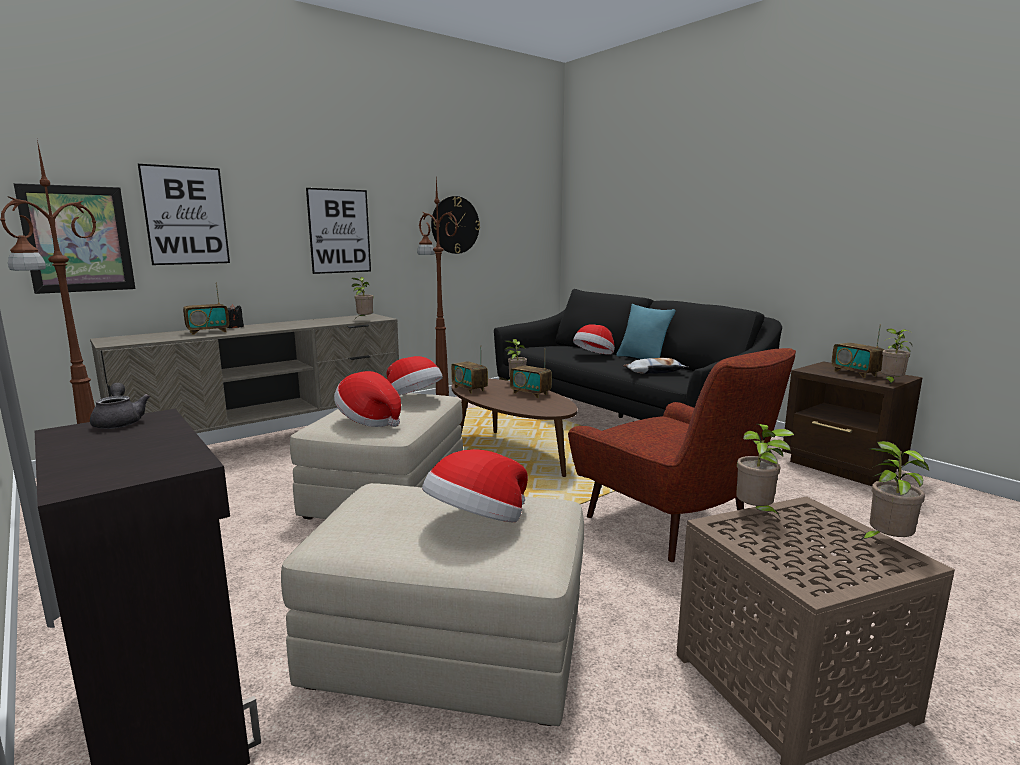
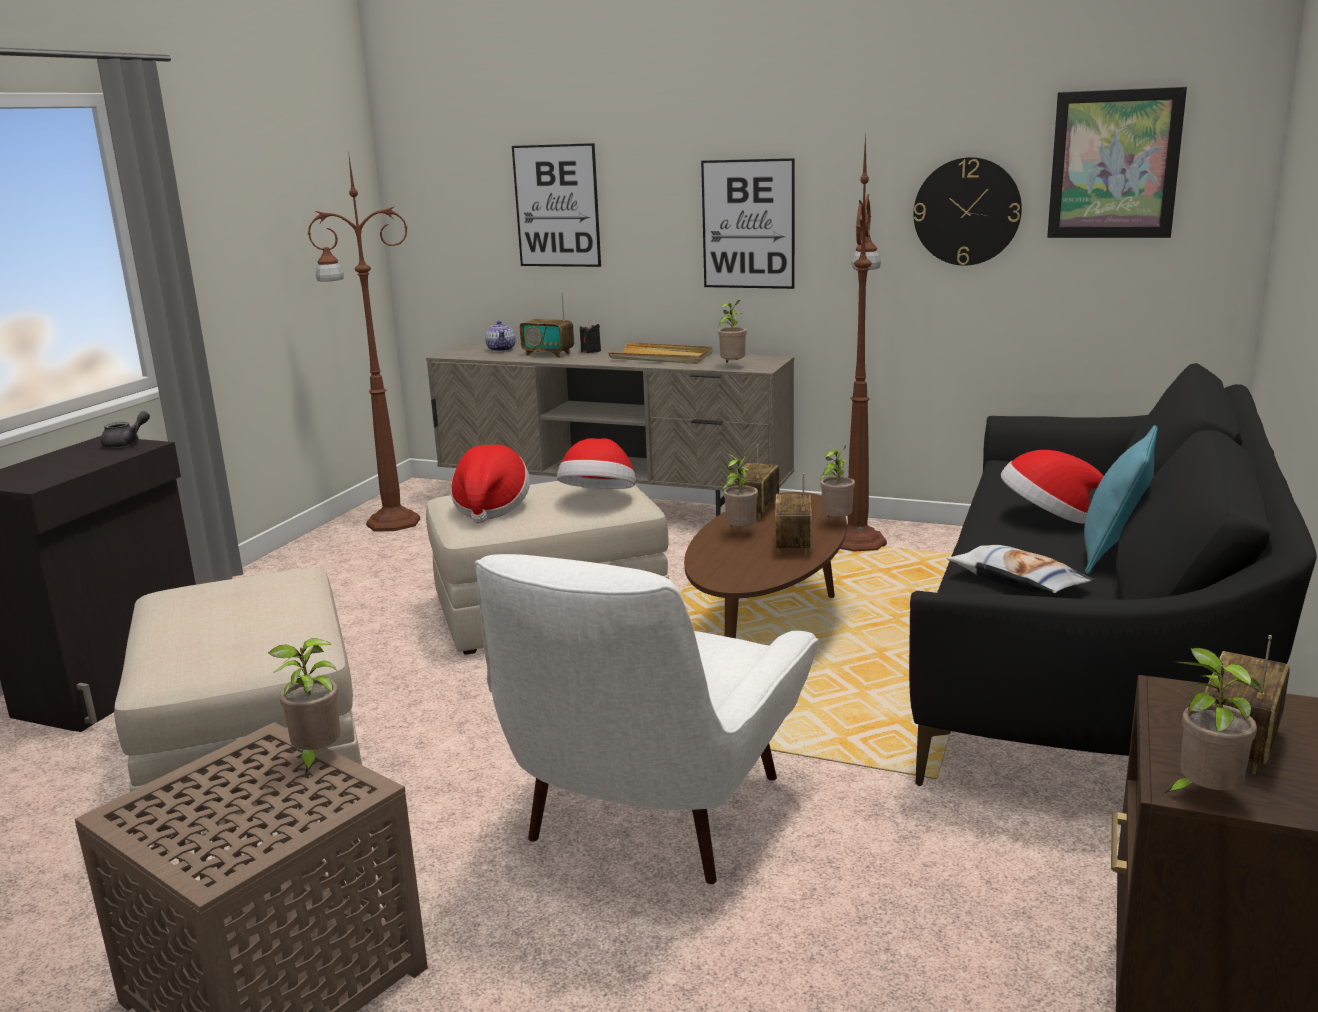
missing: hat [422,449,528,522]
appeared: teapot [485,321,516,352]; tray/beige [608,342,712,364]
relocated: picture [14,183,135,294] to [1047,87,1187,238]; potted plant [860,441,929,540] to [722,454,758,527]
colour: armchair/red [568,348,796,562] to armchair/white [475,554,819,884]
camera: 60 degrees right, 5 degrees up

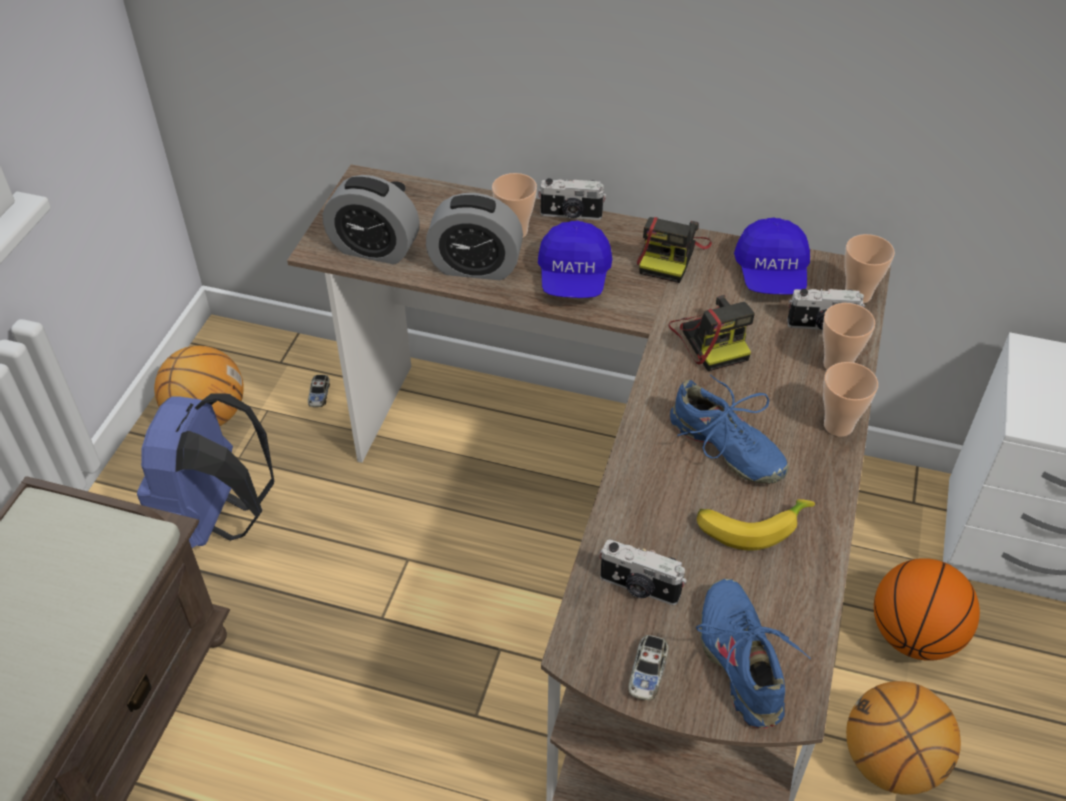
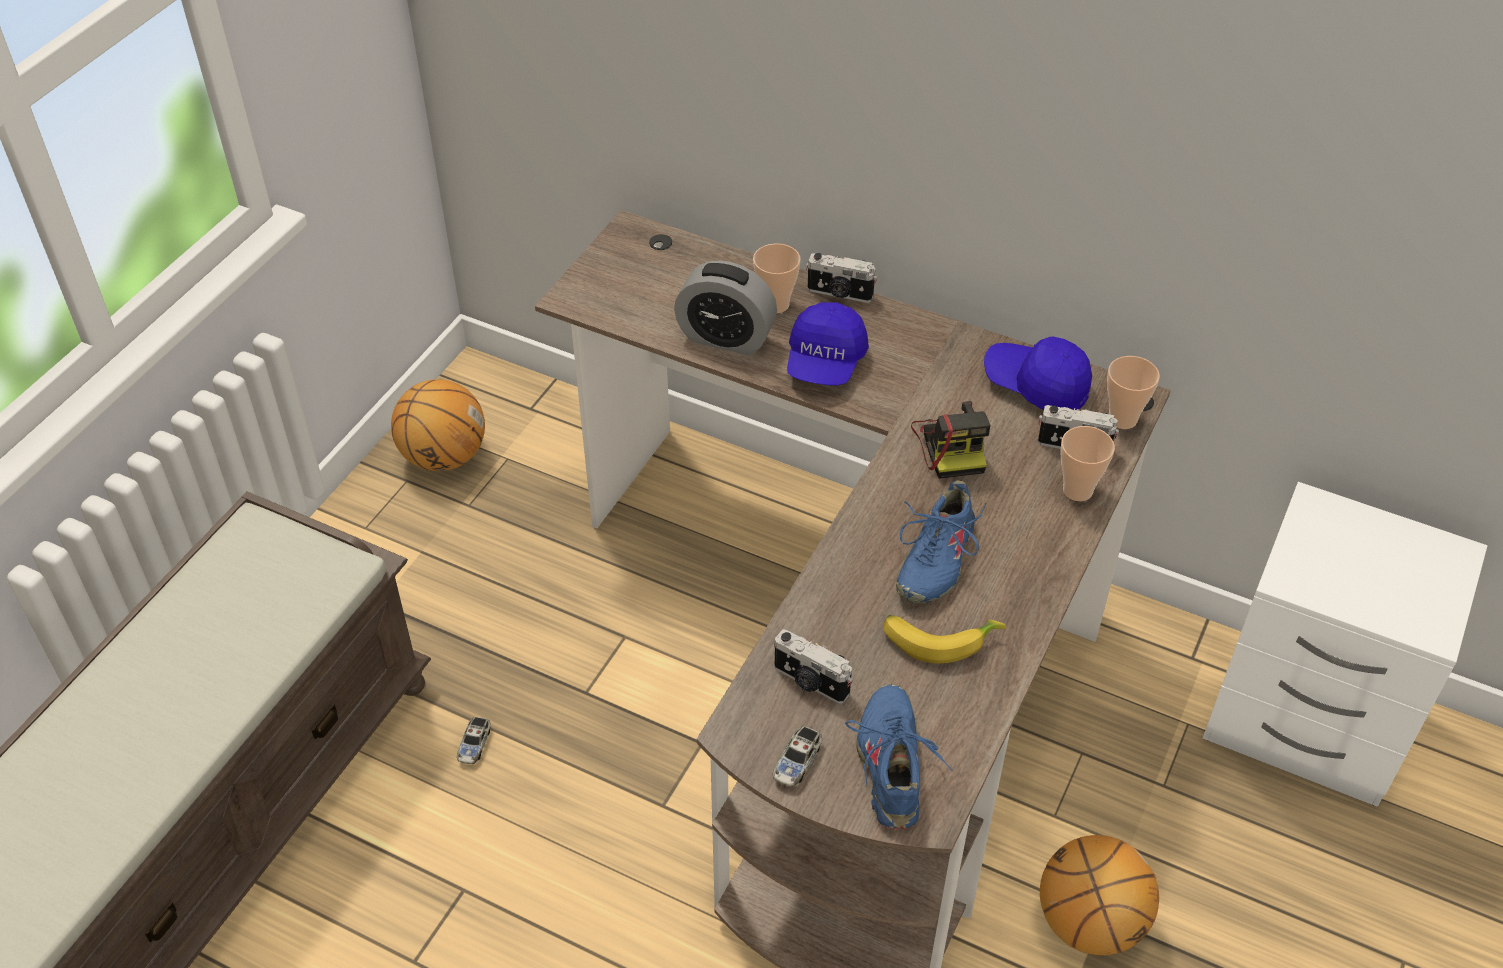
missing: backpack/blue [137,394,274,548]; alarm clock [323,175,420,264]; photo camera [637,217,712,283]; cup [823,362,878,437]; basketball [874,558,980,661]
relocated: toy car [308,375,330,407] to [457,717,491,764]
spun: shoe/blue [670,374,789,484] = [896,480,987,603] 60 degrees clockwise; cap/blue [734,217,810,295] = [984,336,1092,410] 105 degrees clockwise
camera: 10 degrees right, 0 degrees up

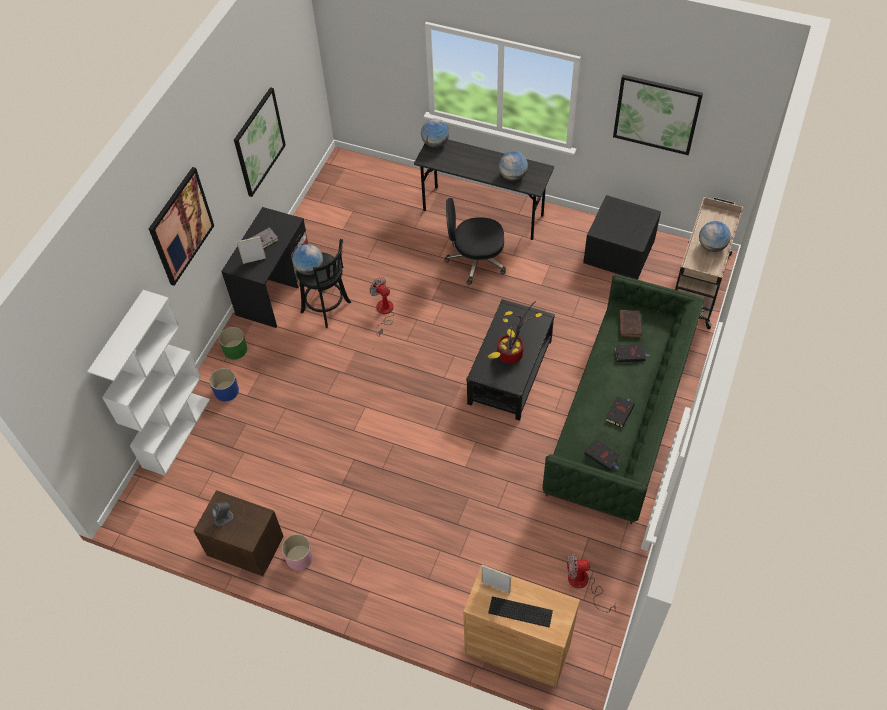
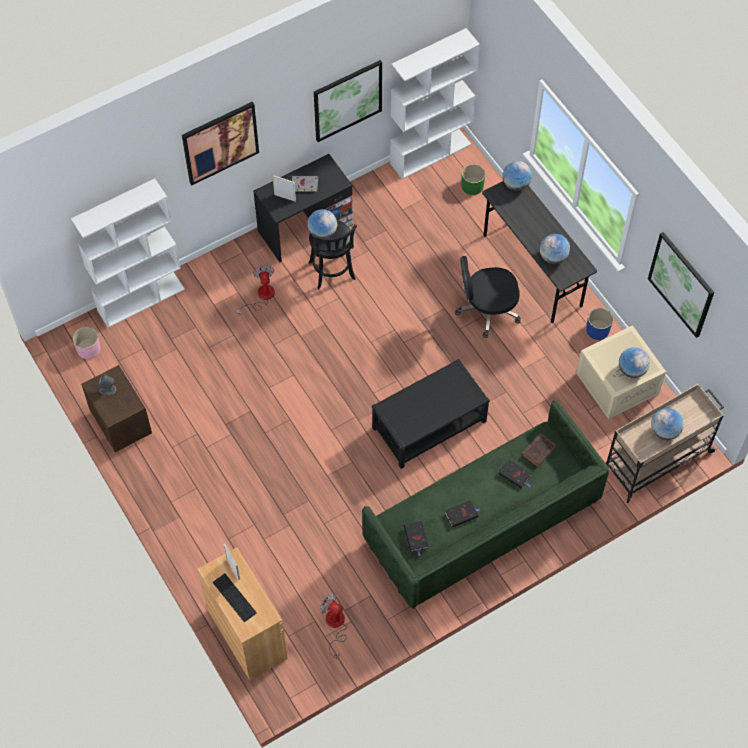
missing: potted plant [488,301,542,364]
appeared: bookcase/white [390,28,480,179]; globe [619,347,650,378]
relocated: planter/blue [209,368,239,401] to [586,308,613,340]; planter/green [219,327,247,360] to [461,164,485,195]; planter/pink [282,534,313,570] to [73,327,100,359]; fan [369,277,394,337] to [236,265,275,314]
colour: storage box/black [583,195,661,280] to storage box/beige [576,325,666,419]
spun: office chair/black [444,198,506,285] = [455,256,521,338] 45 degrees counterclockwise
camera: 35 degrees right, 5 degrees up

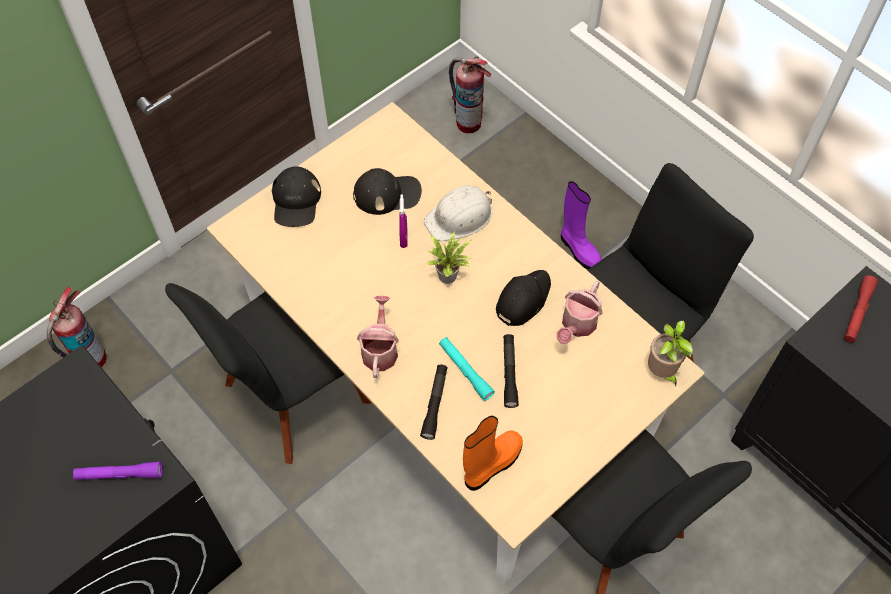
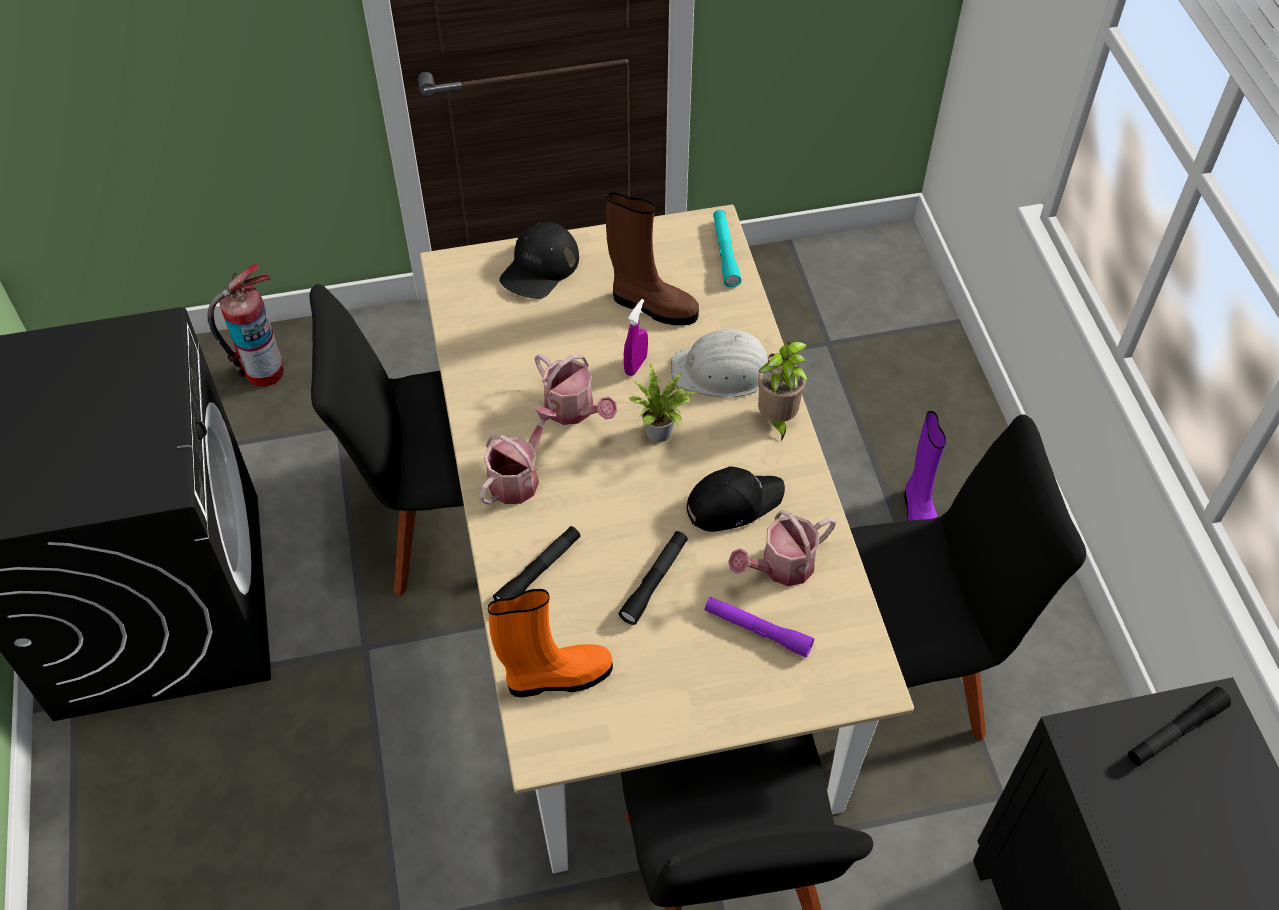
missing: fire extinguisher [449,56,492,133]
appeared: watering can [535,354,617,425]
relocated: flashlight/purple [73,462,162,480] to [705,597,814,657]; flashlight/turquoise [439,337,495,401] to [713,210,741,287]; potted plant [648,320,693,386] to [758,342,808,441]
exchanged: cap/black [353,168,422,215] to boot/brown [606,192,699,325]
colour: flashlight/red [844,276,878,343] to flashlight/black [1128,687,1232,766]
camera: 30 degrees right, 5 degrees down

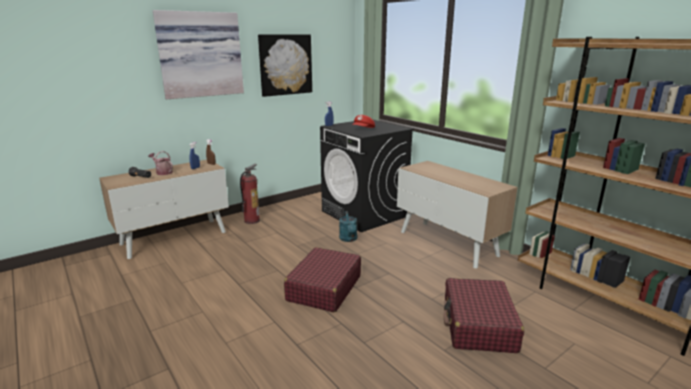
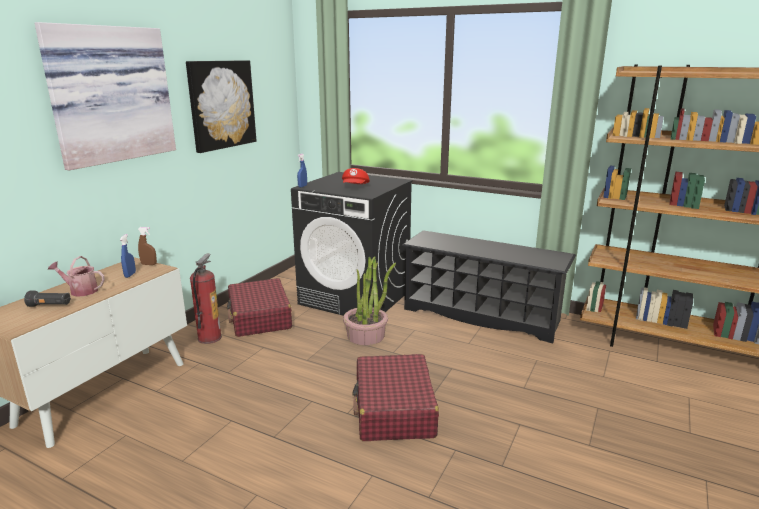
relocated: suitcase/red [444,278,524,353] to [227,278,292,337]
exchanged: watering can/turquoise [339,211,357,242] to potted plant [343,256,396,345]; cabinet [397,161,518,269] to shoe rack/black [401,230,576,343]
camera: 25 degrees left, 0 degrees up

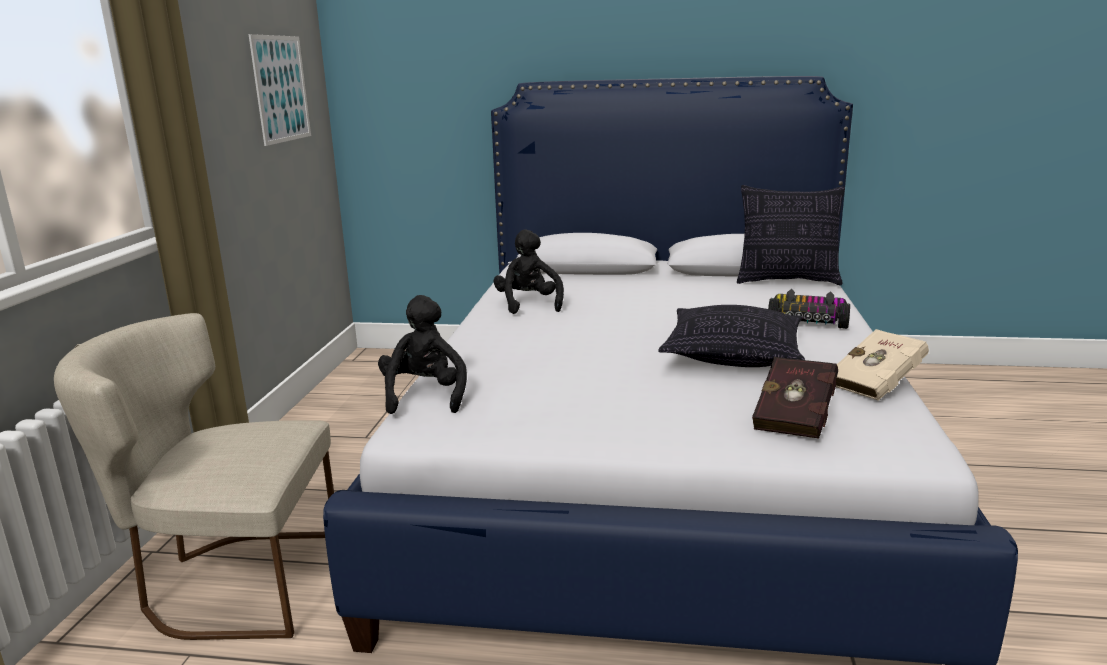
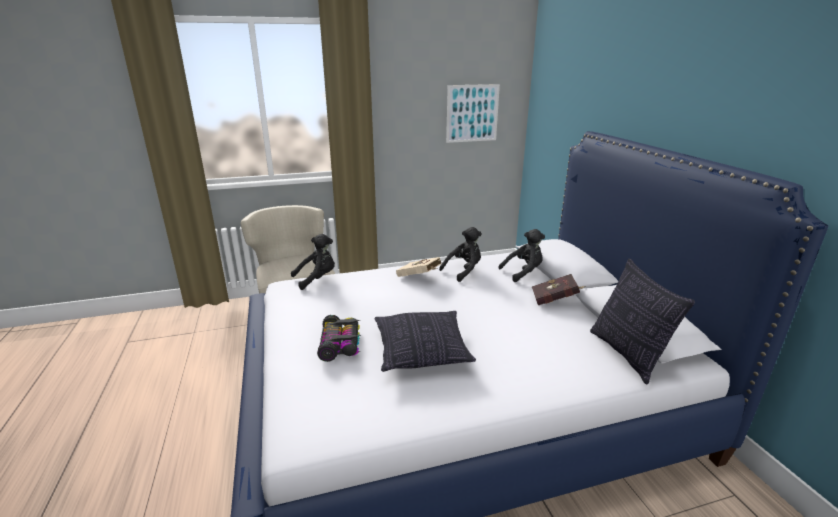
appeared: plush toy/black [498,229,545,282]
relocated: book/red [752,357,838,439] to [532,274,586,305]; toy car [768,289,850,329] to [317,315,361,362]; book/beige [836,329,929,401] to [396,257,442,277]
camera: 65 degrees right, 5 degrees up

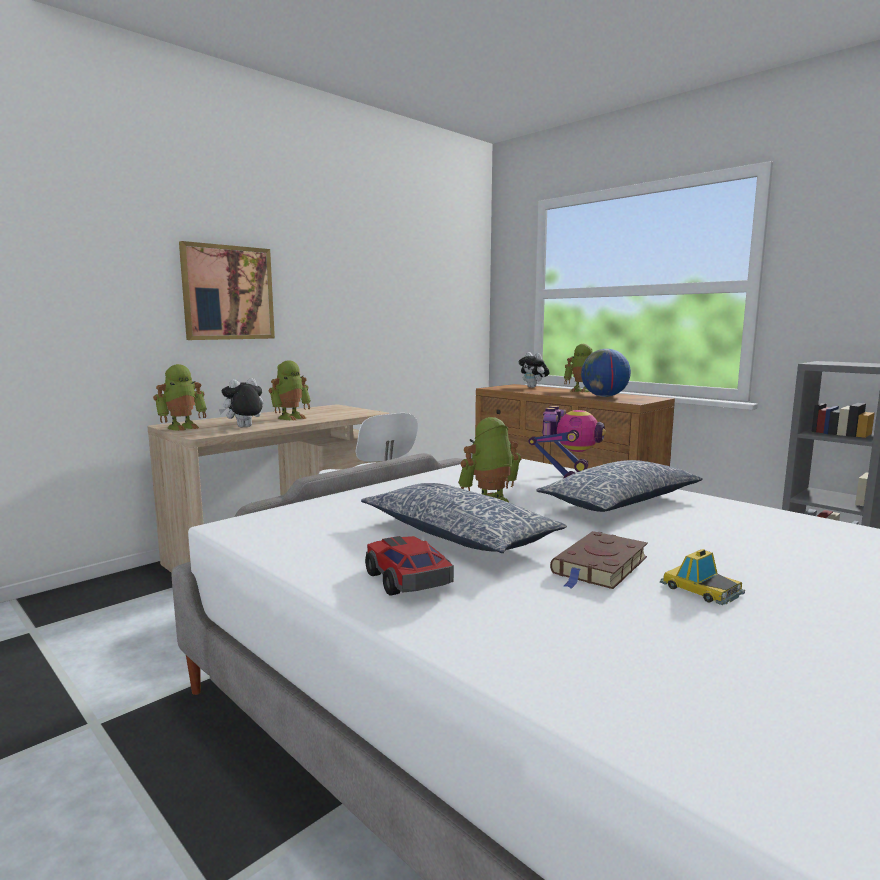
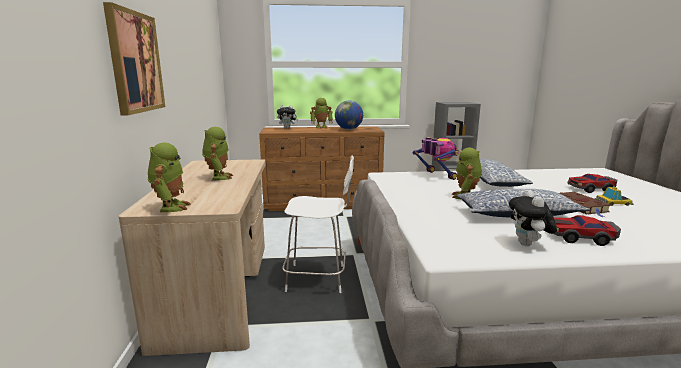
appeared: toy car [568,174,617,193]
relocated: plush toy [219,378,264,427] to [509,189,557,246]
camera: 50 degrees left, 5 degrees up

